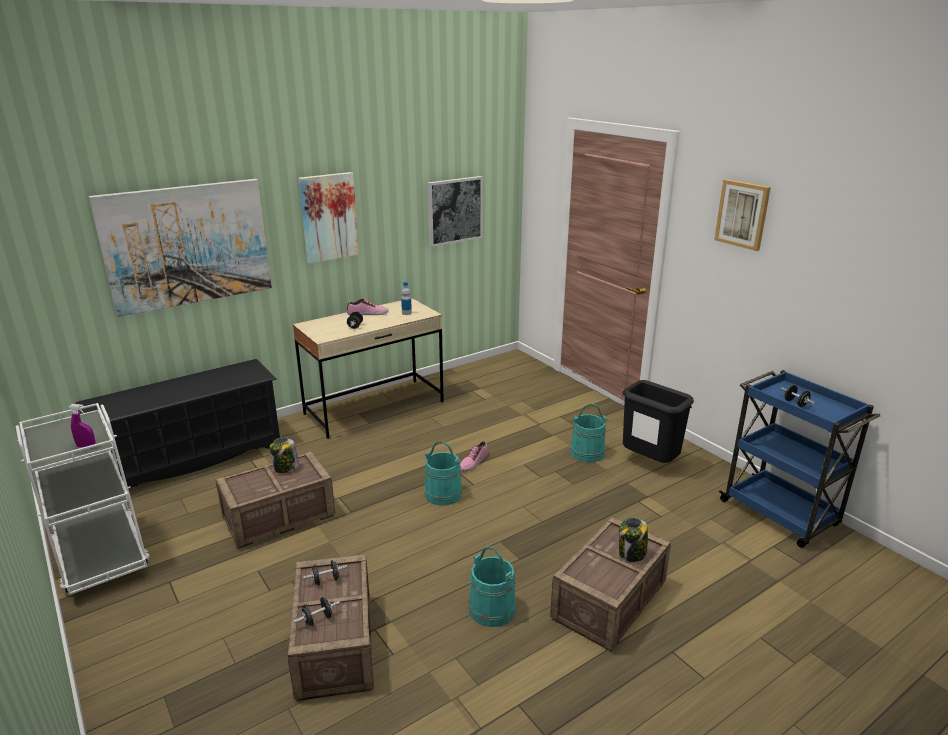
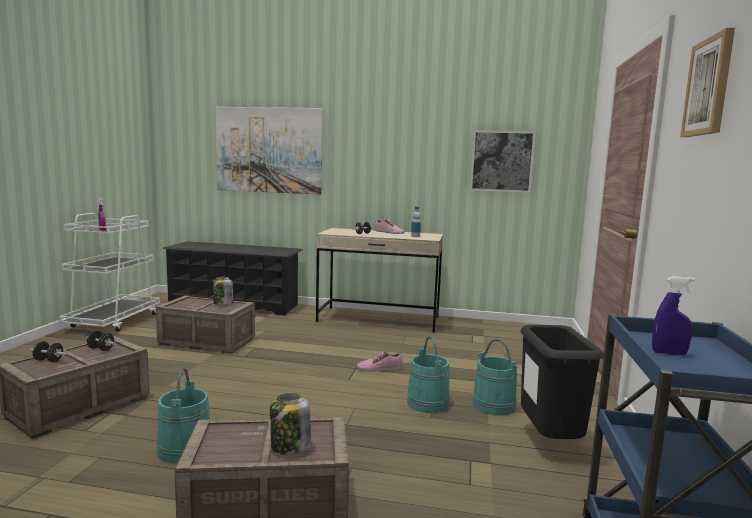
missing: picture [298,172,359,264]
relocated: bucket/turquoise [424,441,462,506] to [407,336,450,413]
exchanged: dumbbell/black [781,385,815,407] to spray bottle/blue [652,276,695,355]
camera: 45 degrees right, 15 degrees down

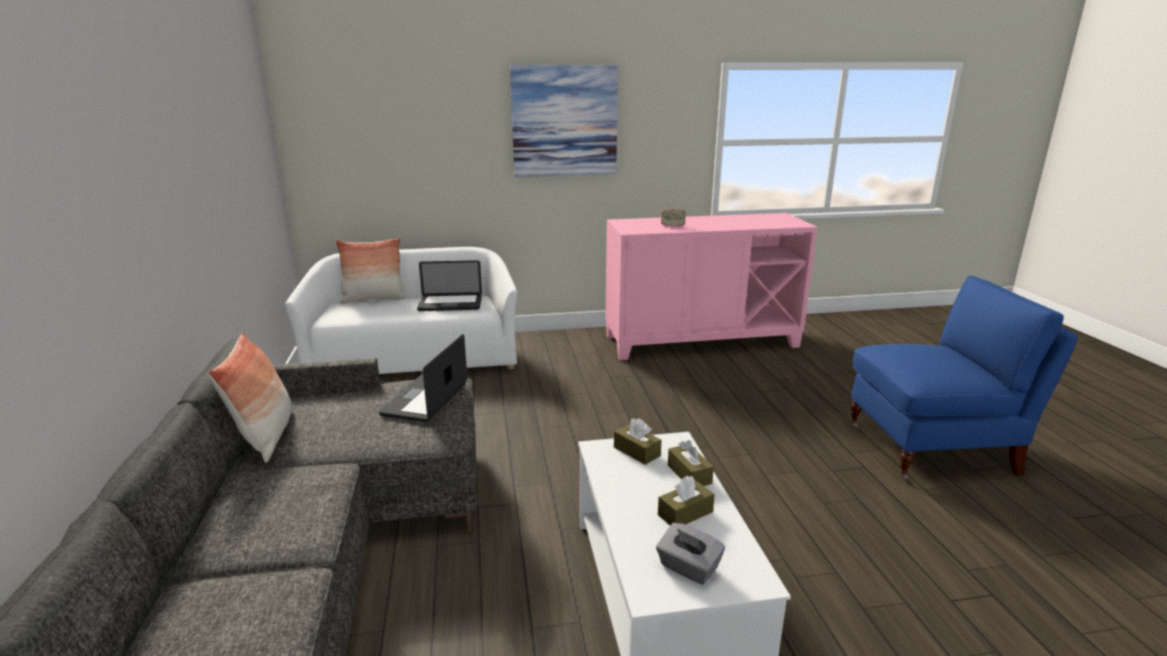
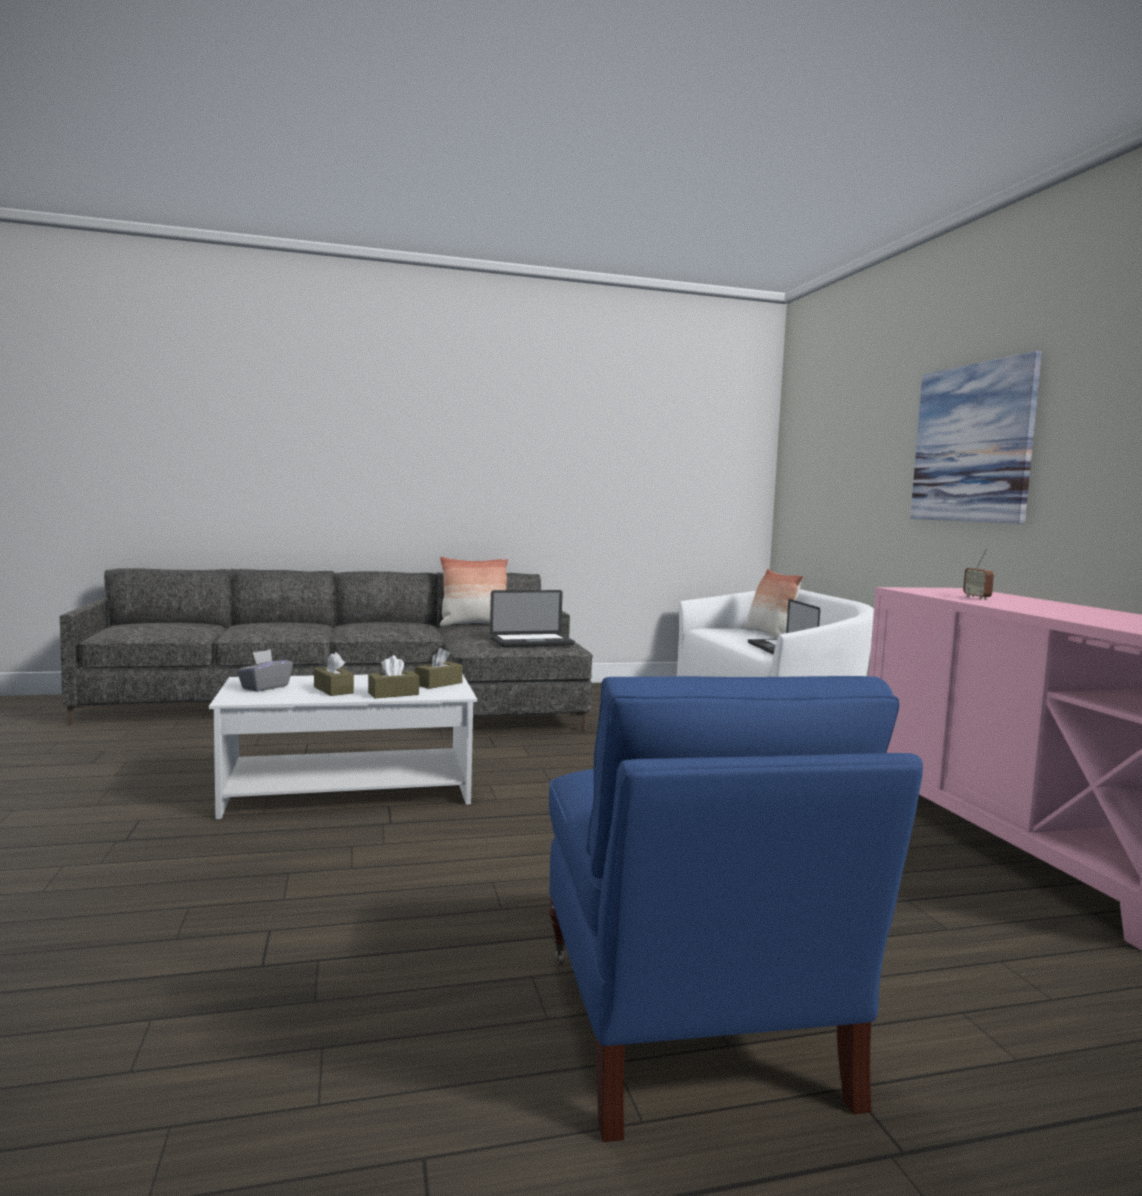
spun: laptop [379,334,467,422] = [490,590,575,647] 150 degrees clockwise
camera: 85 degrees right, 15 degrees down

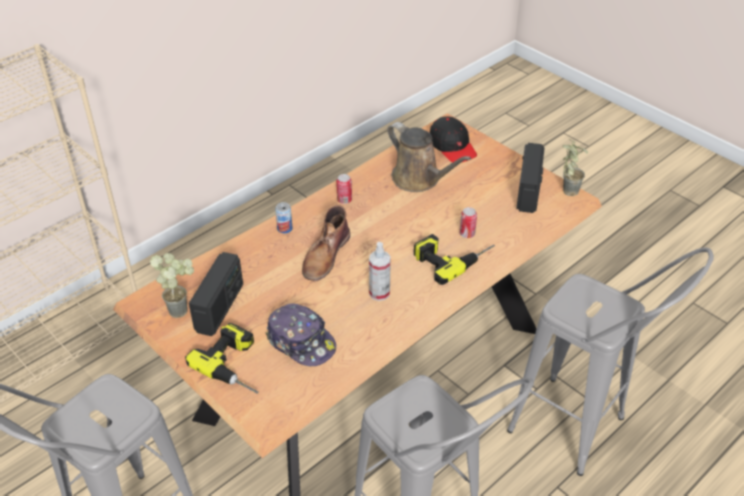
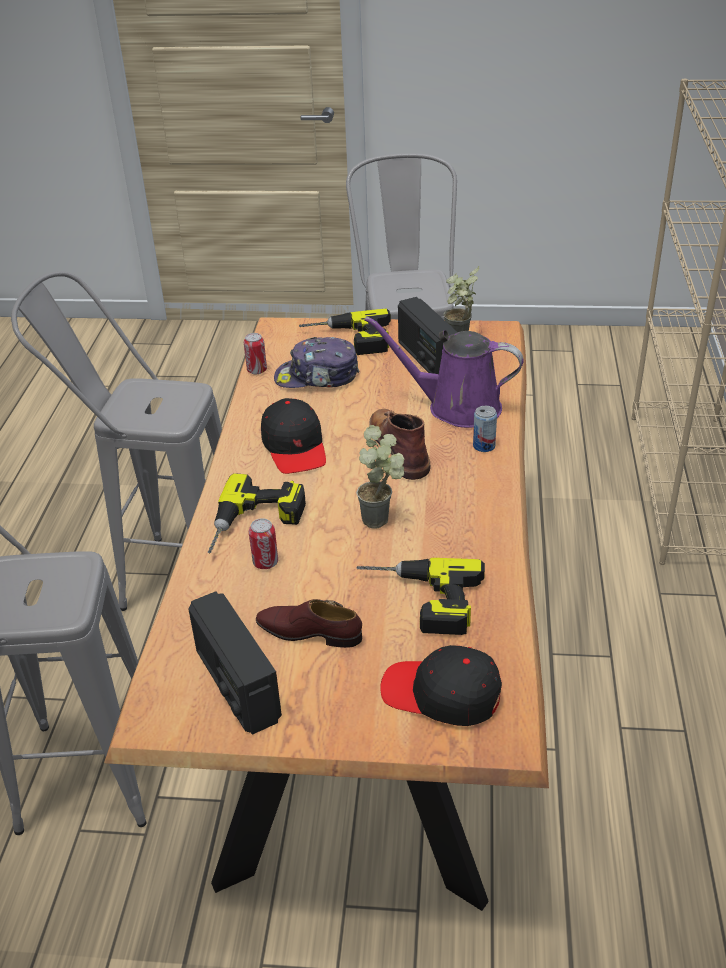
appeared: shoe/brown [256,599,362,648]; watering can/purple [364,316,524,428]
relocated: can [336,174,352,204] to [244,333,267,374]; potted plant [562,138,588,196] to [356,425,405,528]
exchanged: spray bottle [369,242,391,301] to cap/black [261,398,326,474]; watering can/brown [387,122,471,192] to power drill [356,558,485,635]
camera: 140 degrees right, 5 degrees down

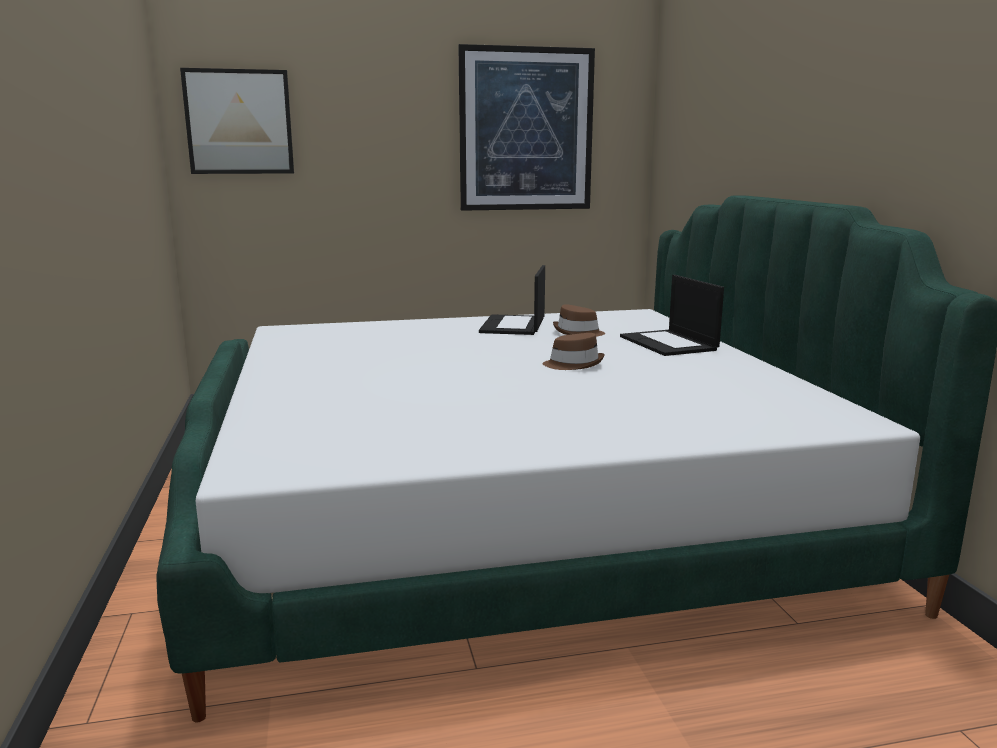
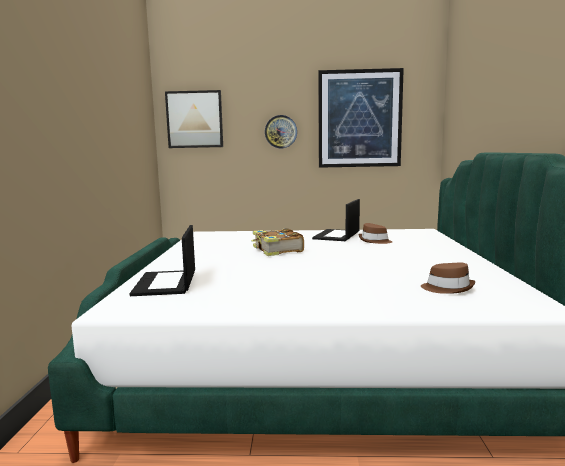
appeared: book [251,228,304,256]; wall clock [265,115,297,148]
relocated: hat/brown [543,333,605,370] to [421,263,475,294]; laptop [620,275,724,356] to [129,225,195,296]
camera: 15 degrees right, 5 degrees down

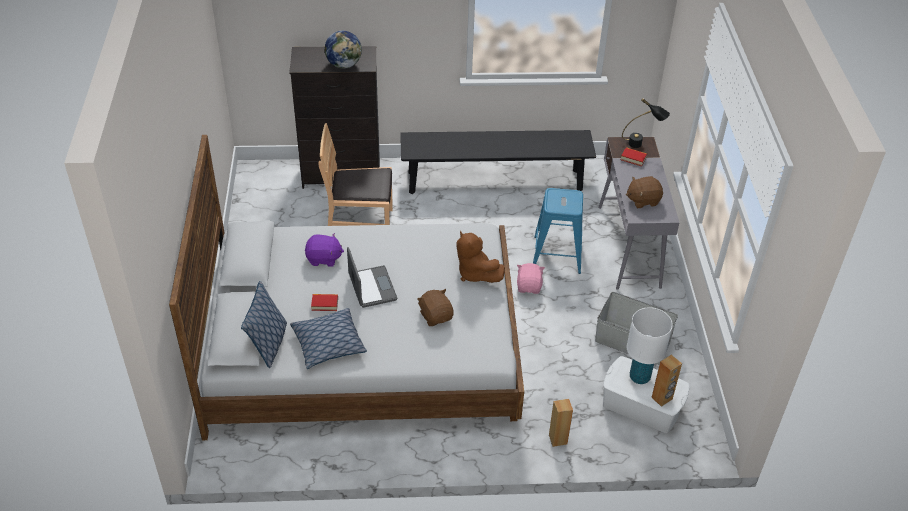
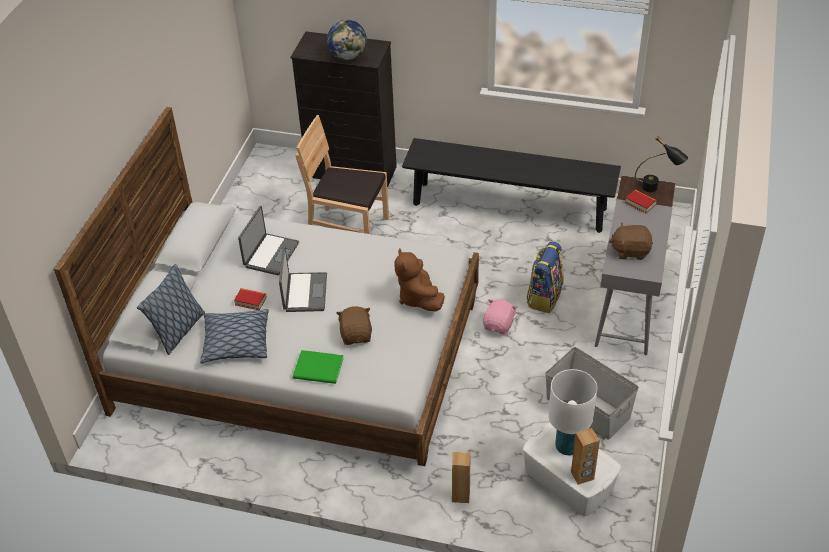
appeared: book/green [293,350,344,384]
exchanged: plush toy/purple [305,233,344,267] to laptop [238,206,299,275]; stool/blue [533,188,583,274] to backpack [526,241,564,313]
camera: 20 degrees right, 0 degrees up

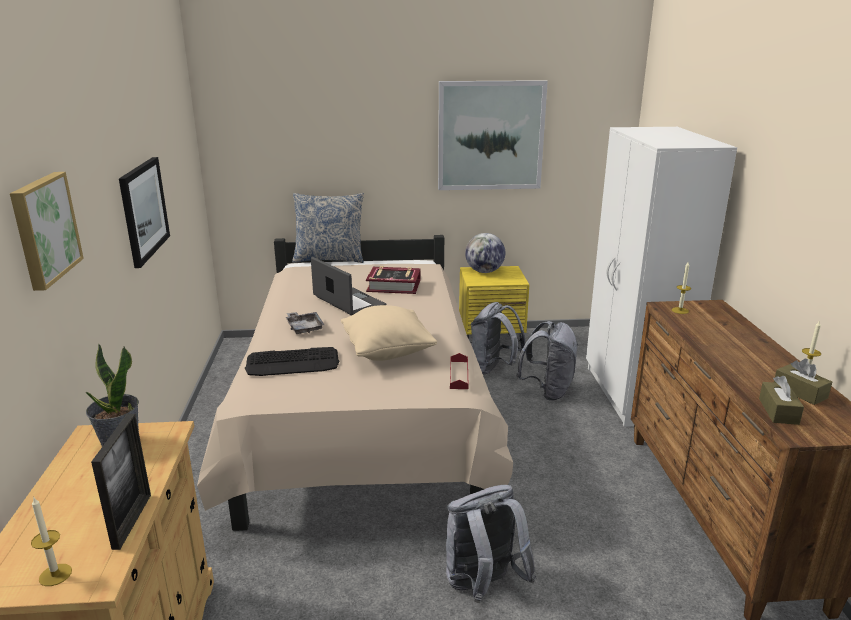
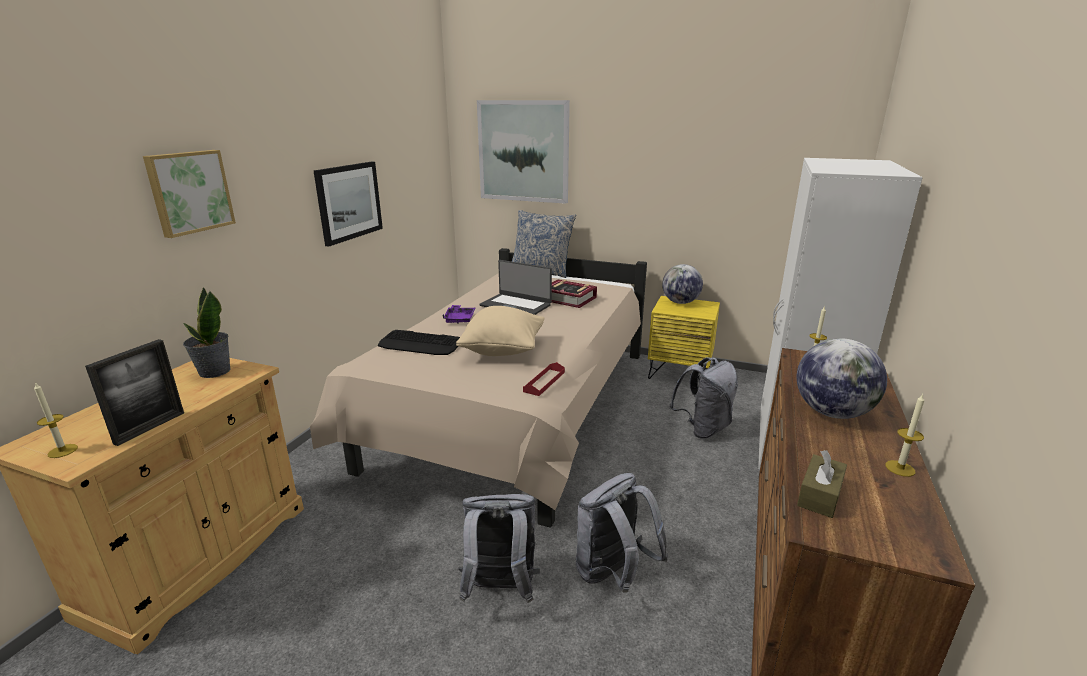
missing: tissue box/brown [774,359,832,405]
appeared: globe [797,338,887,419]
relocated: picture [438,80,548,190] to [477,100,570,204]; backpack/grey [471,302,525,374] to [576,473,669,593]
colour: tray/grey [286,312,324,334] to tray/purple [443,305,475,324]
spun: laptop [311,257,386,315] = [480,260,552,315] 135 degrees clockwise
camera: 25 degrees right, 0 degrees up

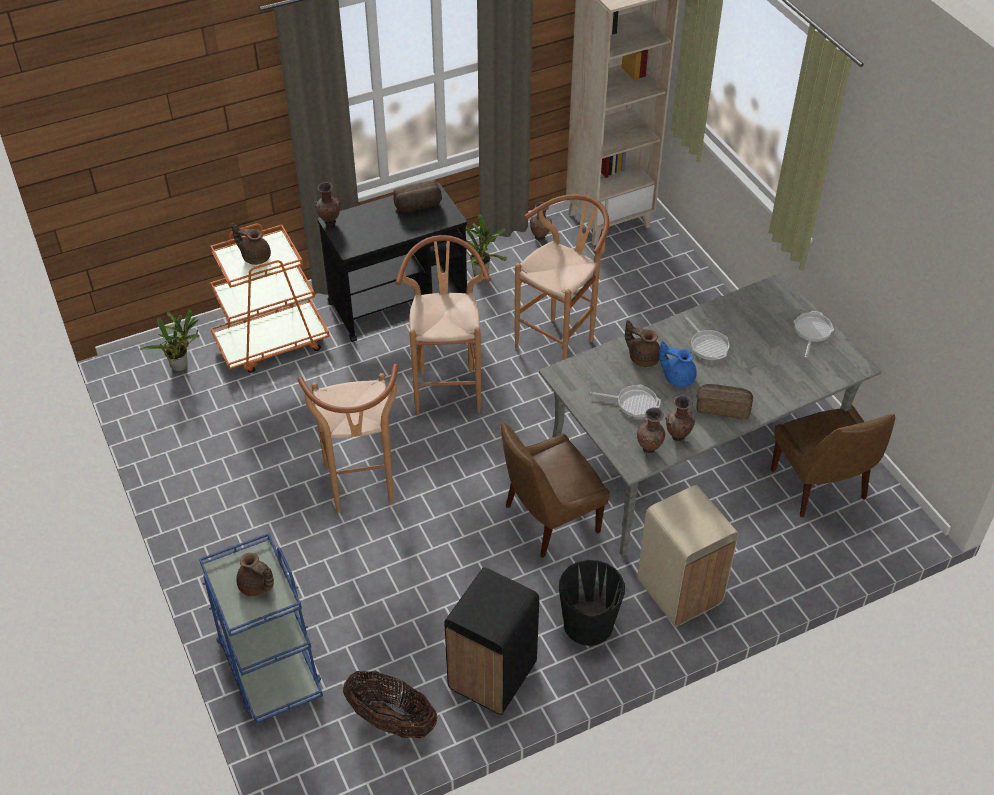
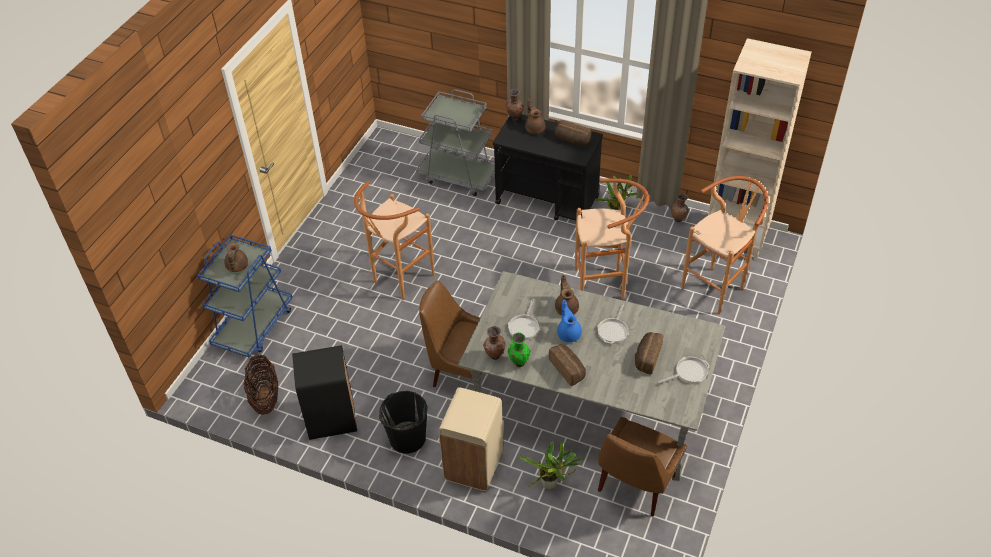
appeared: bread [635,332,663,374]
relocated: potted plant [139,309,200,372] to [519,441,584,489]; teapot/brown [231,223,271,265] to [525,99,546,134]; stool/brown [396,235,490,415] to [681,176,769,314]
colour: cart/orange [210,224,330,373] to cart/grey [416,89,495,196]; vase/brown [665,396,695,441] to vase/green [508,332,530,367]
spun: frying pan [590,384,661,417] = [508,299,539,340] 45 degrees clockwise
camera: 50 degrees right, 0 degrees up

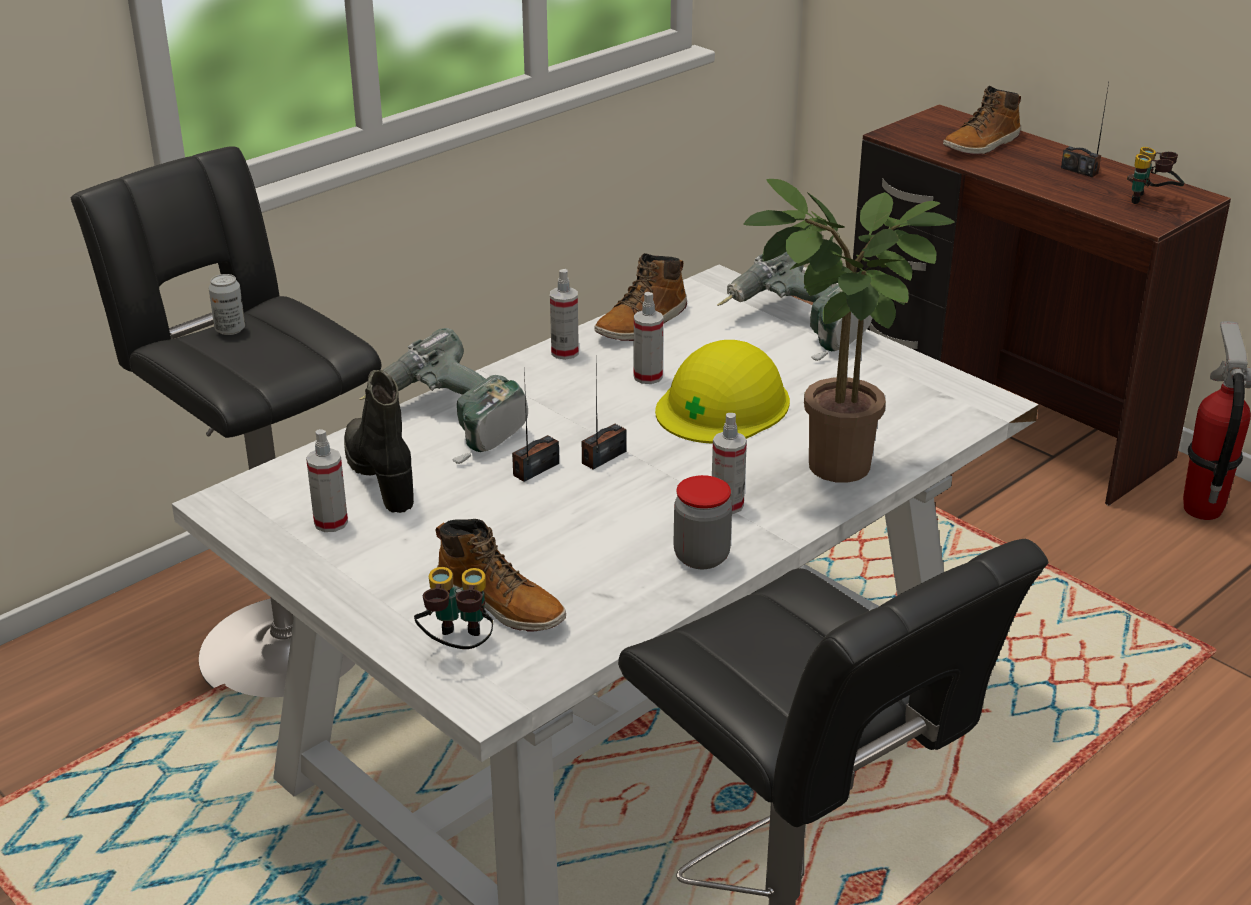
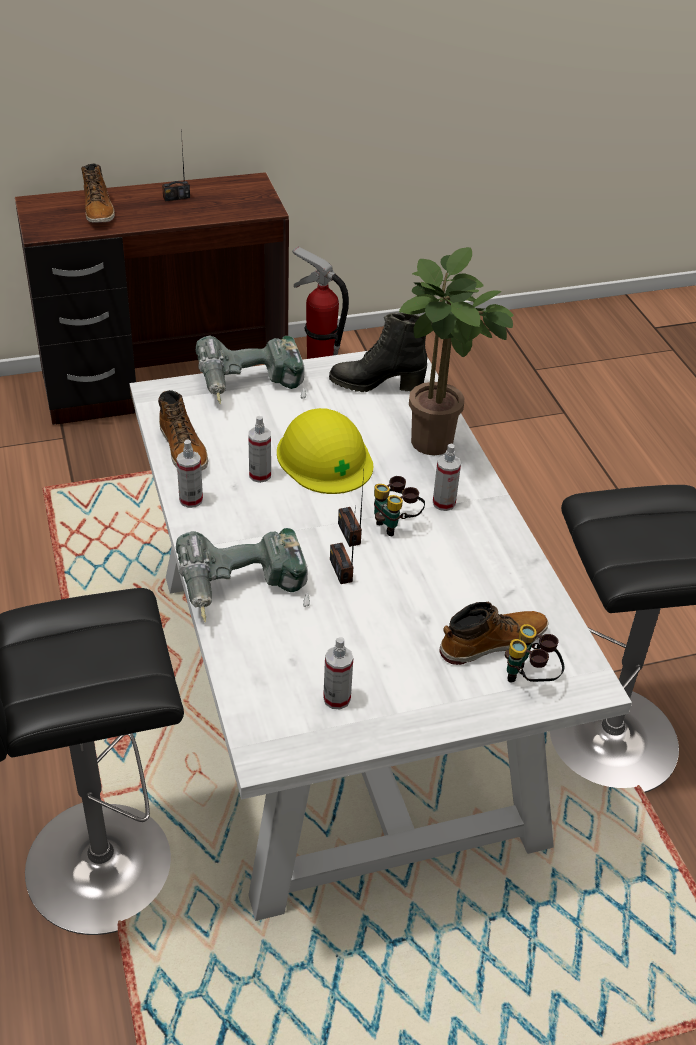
missing: can [209,274,245,335]; jar [673,475,732,569]
relocated: boot/black [344,370,414,513] to [329,313,427,392]; binoculars [1127,147,1185,204] to [374,476,425,536]
camera: 65 degrees left, 10 degrees up

